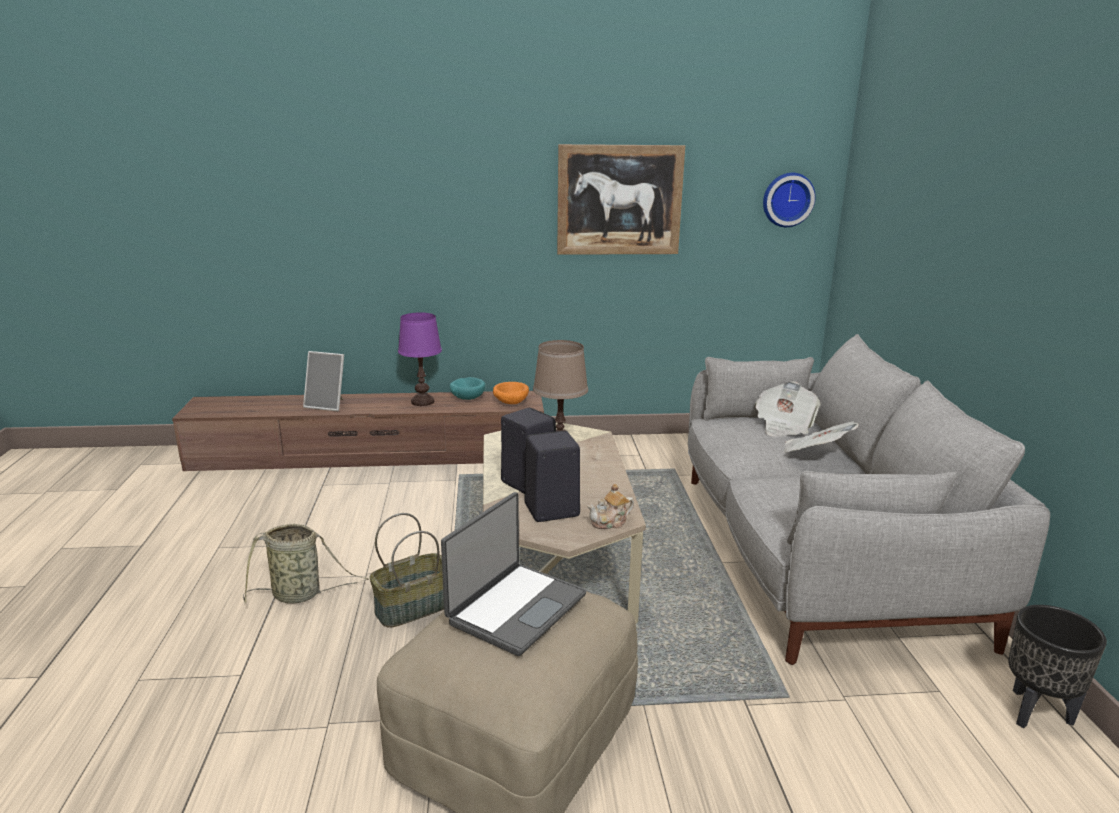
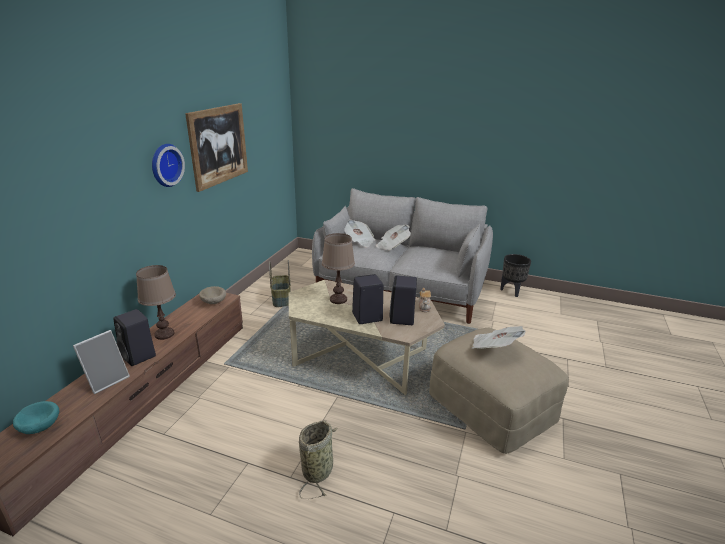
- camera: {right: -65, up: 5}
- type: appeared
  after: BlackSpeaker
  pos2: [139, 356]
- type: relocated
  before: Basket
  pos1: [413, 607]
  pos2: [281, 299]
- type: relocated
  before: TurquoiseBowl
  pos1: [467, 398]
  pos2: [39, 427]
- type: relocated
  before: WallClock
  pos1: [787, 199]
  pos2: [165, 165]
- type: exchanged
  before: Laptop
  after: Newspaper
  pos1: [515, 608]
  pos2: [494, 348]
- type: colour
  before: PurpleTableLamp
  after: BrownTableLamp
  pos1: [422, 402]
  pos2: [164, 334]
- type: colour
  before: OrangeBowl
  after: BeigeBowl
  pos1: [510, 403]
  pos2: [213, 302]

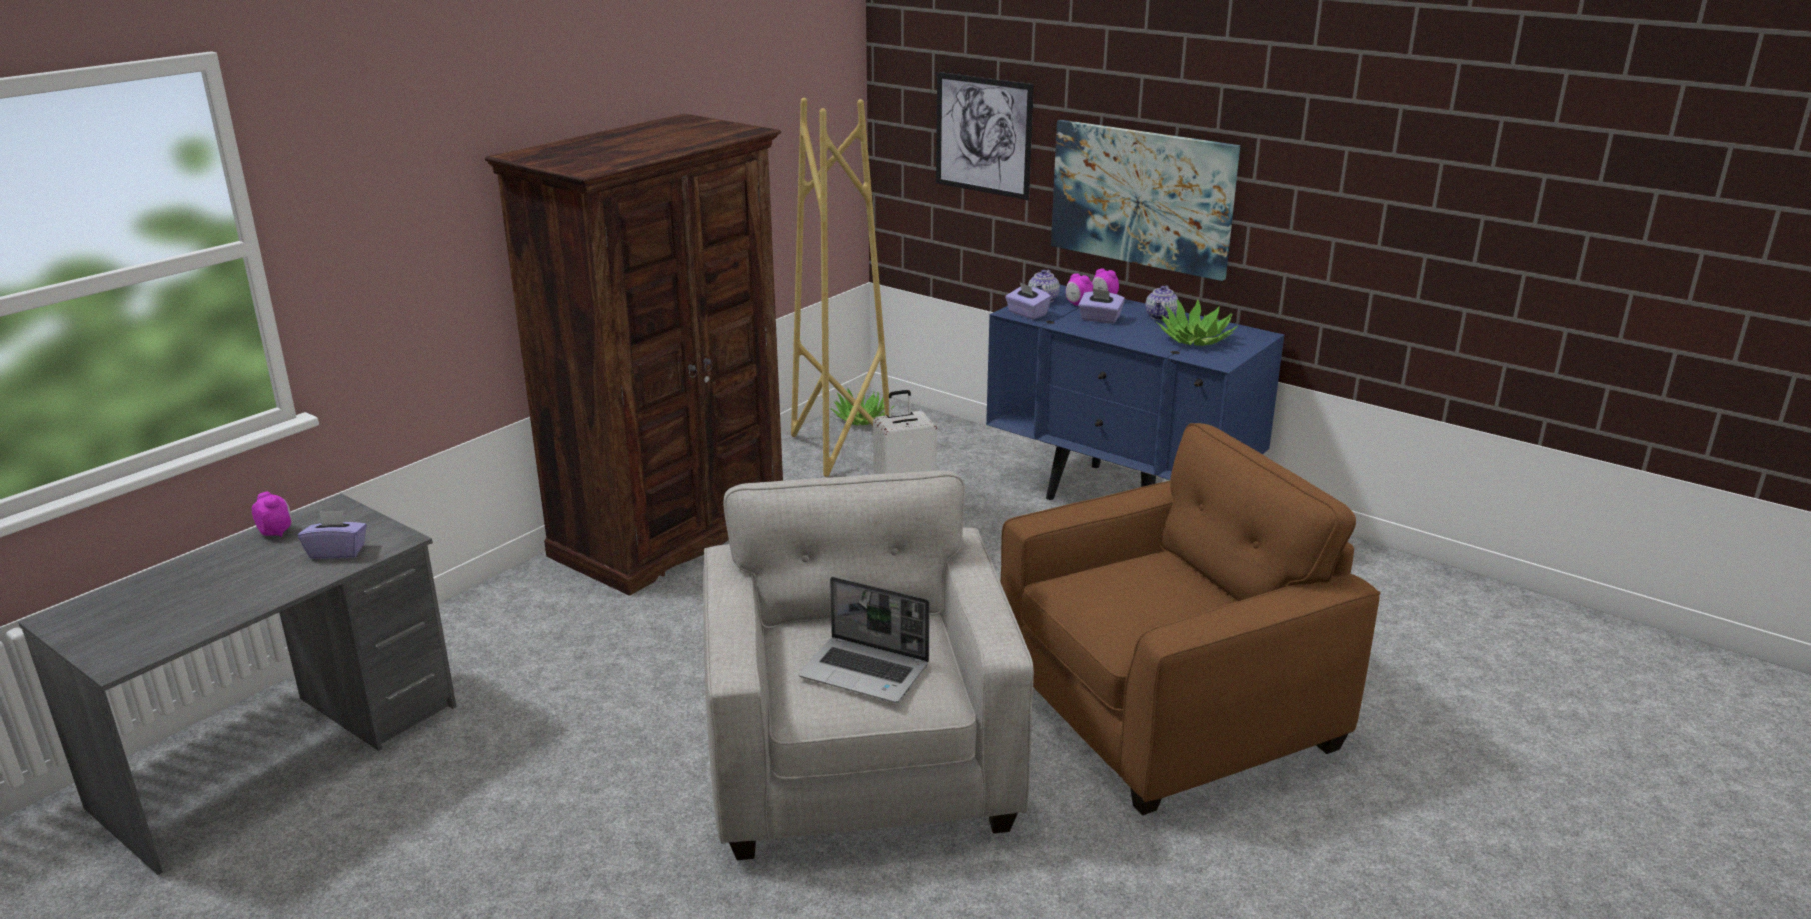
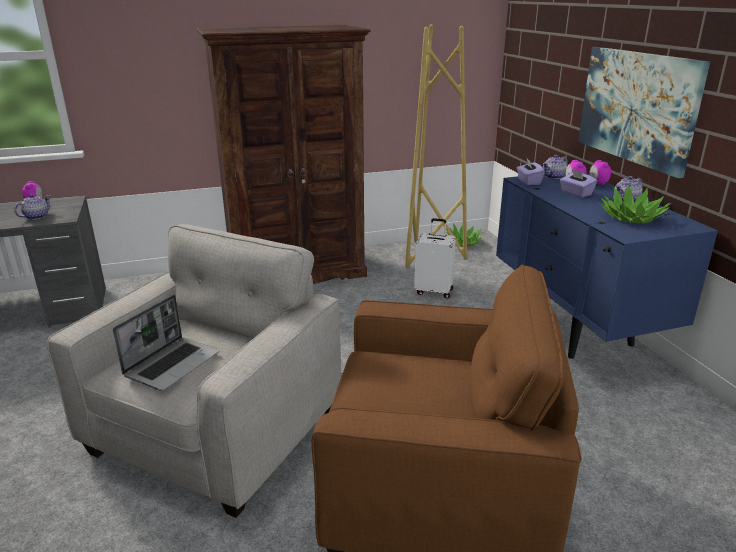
- camera: {right: 35, up: 0}
- type: missing
  before: Picture
  pos1: [983, 135]
- type: exchanged
  before: PurpleTissueBox
  after: Teapot
  pos1: [337, 552]
  pos2: [36, 216]
- type: spun
  before: Laptop
  pos1: [866, 672]
  pos2: [172, 364]
  turn: -120

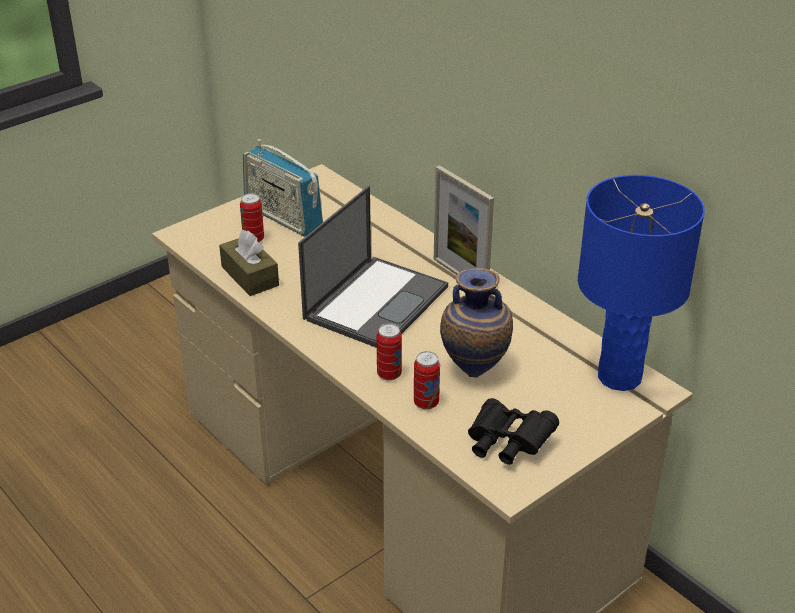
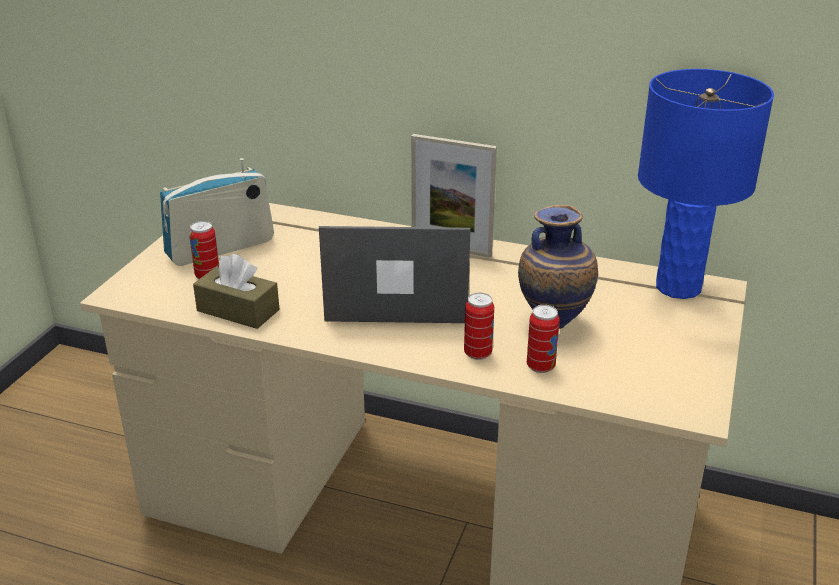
- camera: {right: -30, up: -5}
- type: missing
  before: BlackBinoculars
  pos1: [507, 444]
- type: spun
  before: Radio
  pos1: [283, 217]
  pos2: [220, 248]
  turn: 135
- type: spun
  before: Laptop
  pos1: [376, 301]
  pos2: [396, 294]
  turn: -90

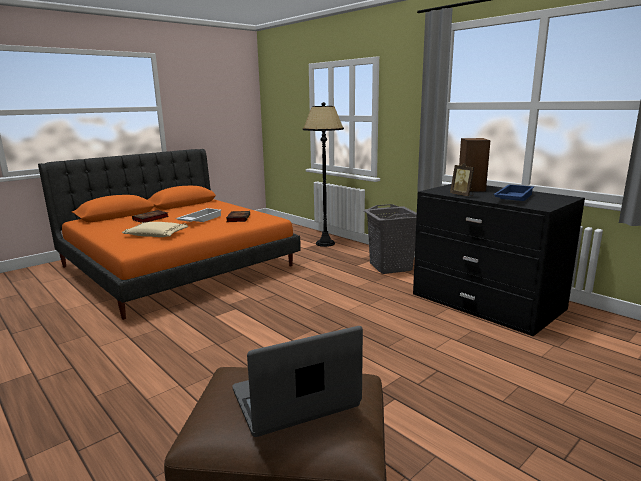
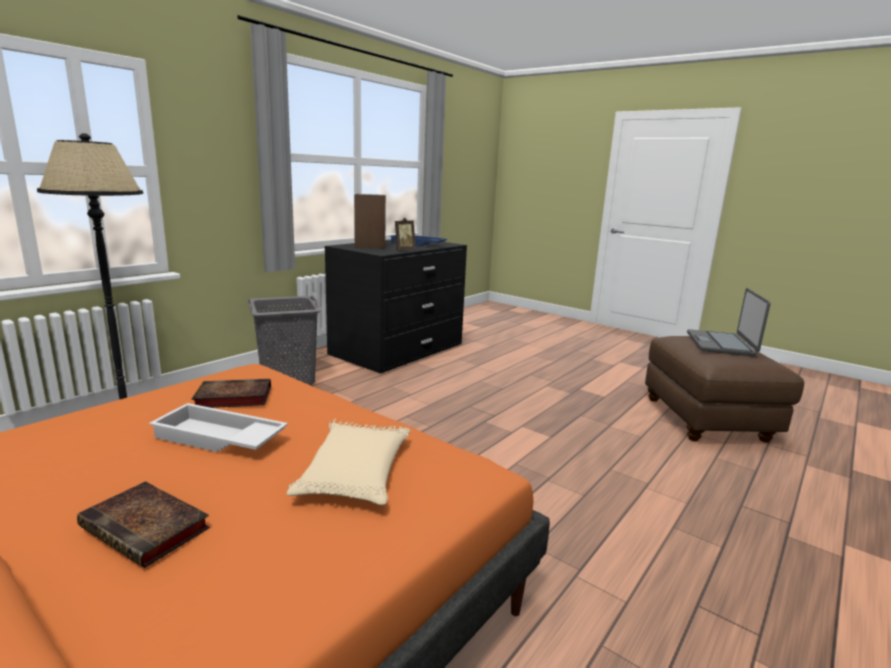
- camera: {right: -100, up: 0}
- type: spun
  before: Laptop
  pos1: [295, 400]
  pos2: [721, 344]
  turn: 45

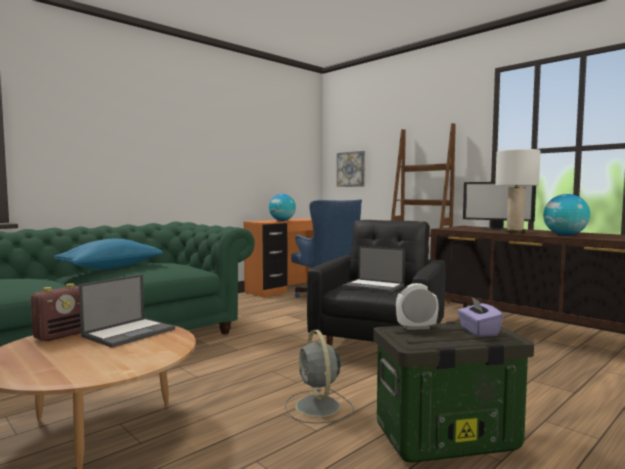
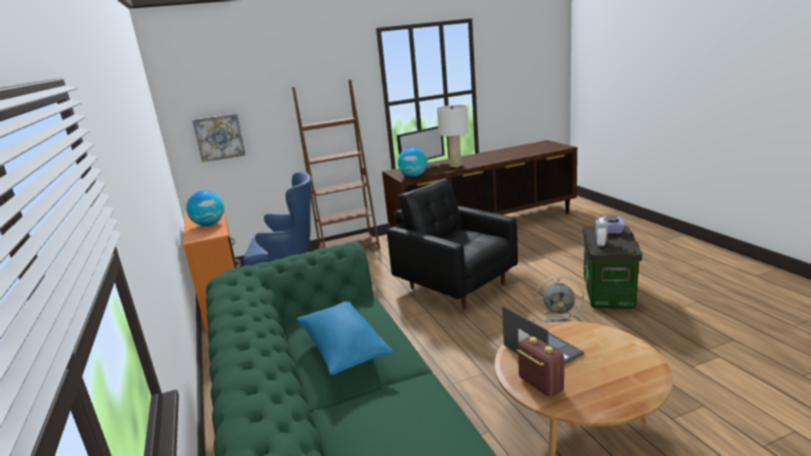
- camera: {right: -65, up: 15}
- type: missing
  before: Laptop
  pos1: [374, 286]
- type: relocated
  before: Globe
  pos1: [565, 235]
  pos2: [413, 176]

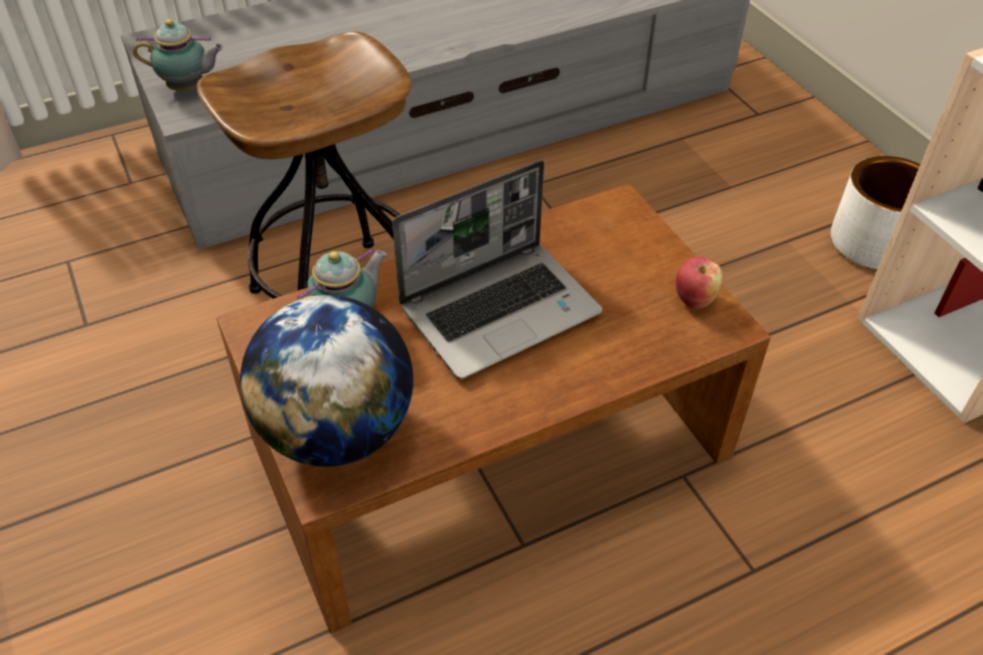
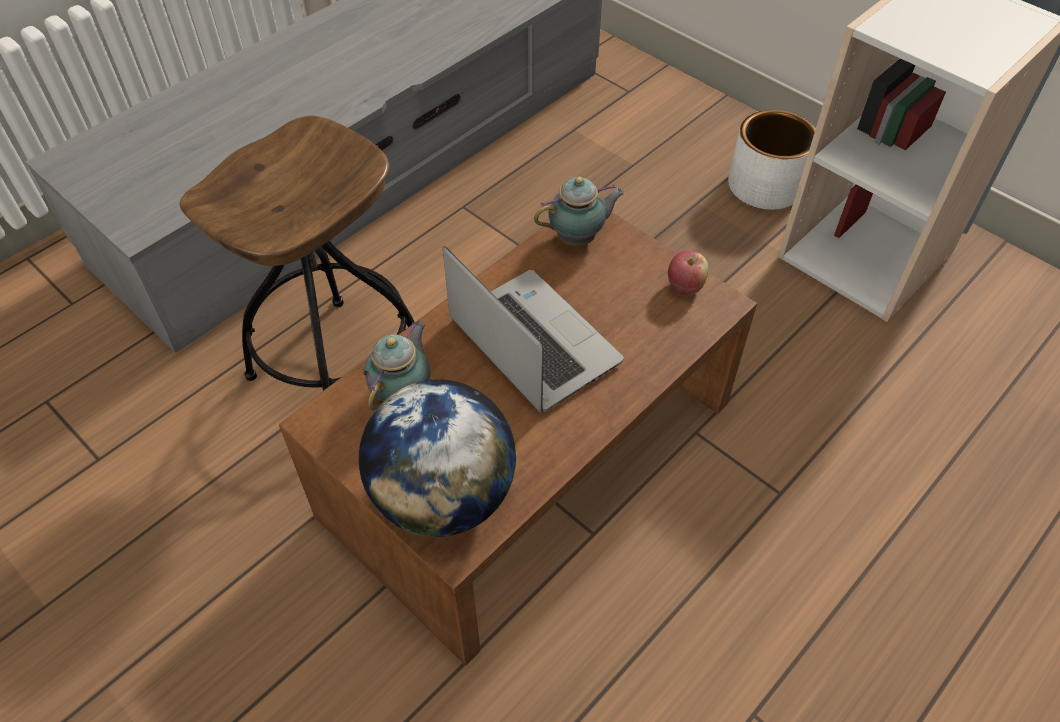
- camera: {right: -20, up: 5}
- type: relocated
  before: Teapot
  pos1: [189, 88]
  pos2: [579, 238]
- type: spun
  before: Laptop
  pos1: [501, 309]
  pos2: [531, 342]
  turn: -75

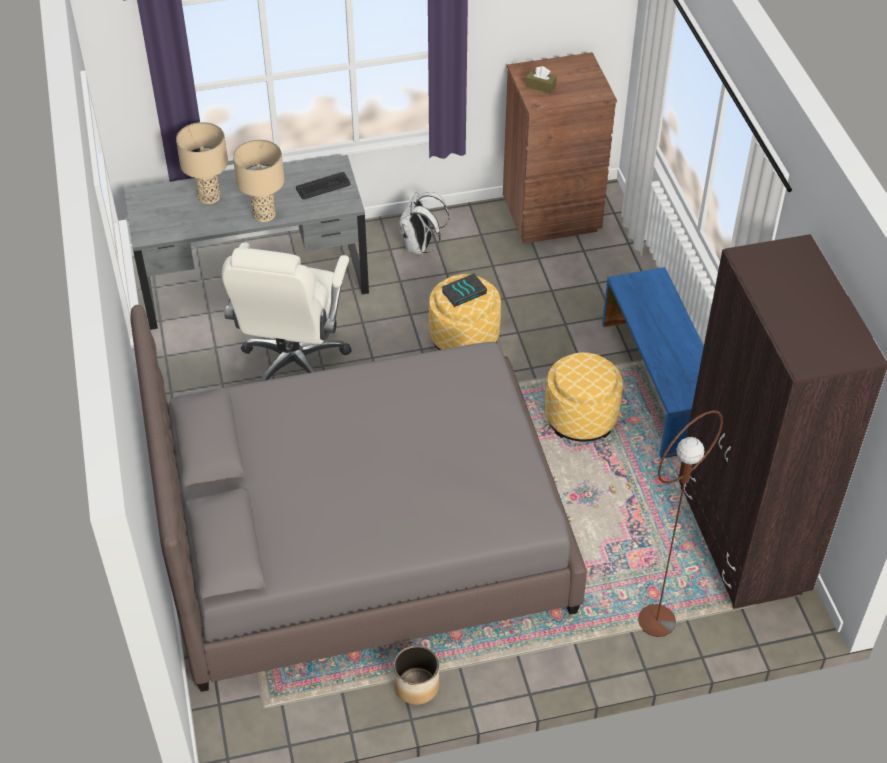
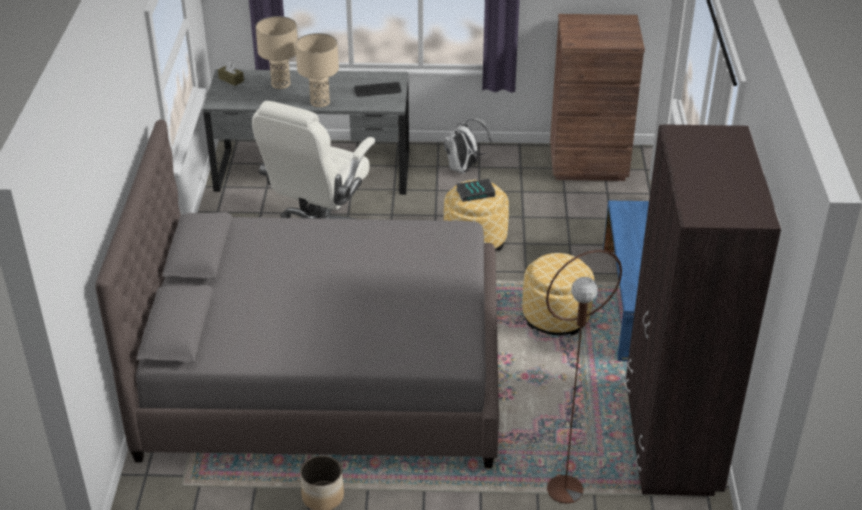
- camera: {right: 15, up: -10}
- type: relocated
  before: BrownTissueBox
  pos1: [540, 86]
  pos2: [231, 80]

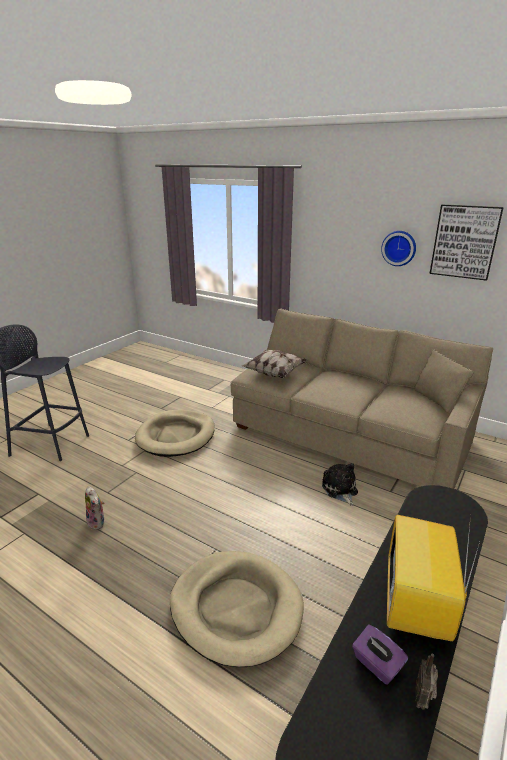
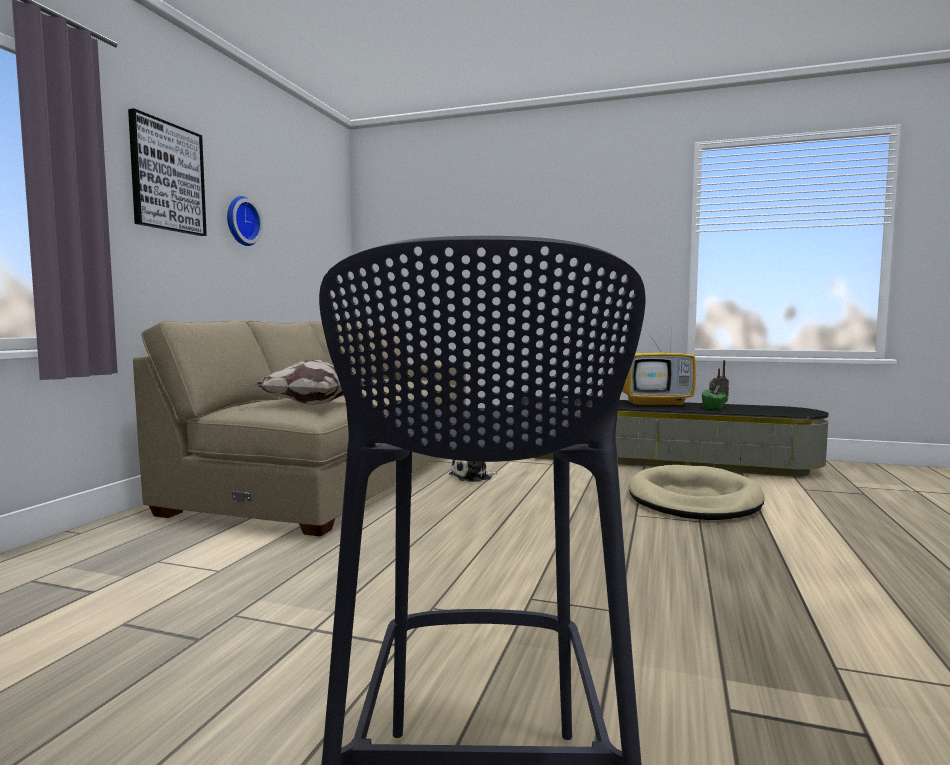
- camera: {right: -105, up: -20}
- type: missing
  before: PlushToy
  pos1: [98, 522]
- type: missing
  before: BeigeDogBed
  pos1: [176, 436]
- type: relocated
  before: Picture
  pos1: [464, 242]
  pos2: [167, 177]
- type: colour
  before: PurpleTissueBox
  after: GreenTissueBox
  pos1: [377, 664]
  pos2: [714, 408]

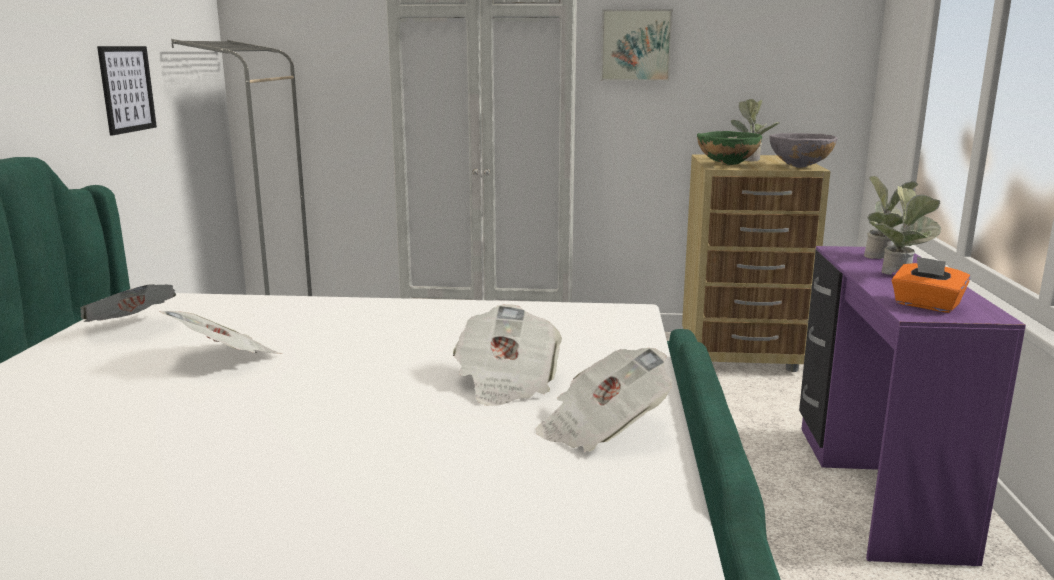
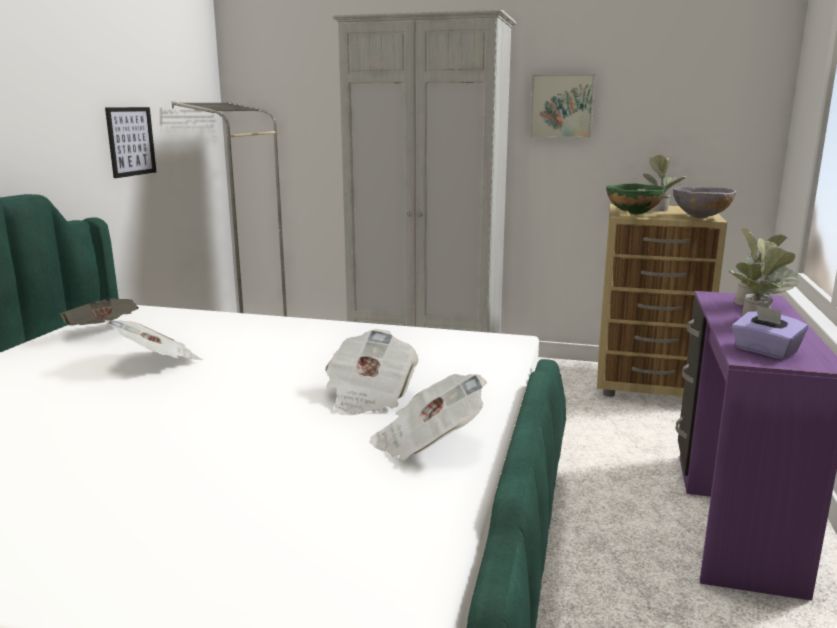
- camera: {right: 10, up: 0}
- type: colour
  before: OrangeTissueBox
  after: PurpleTissueBox
  pos1: [926, 305]
  pos2: [765, 351]

